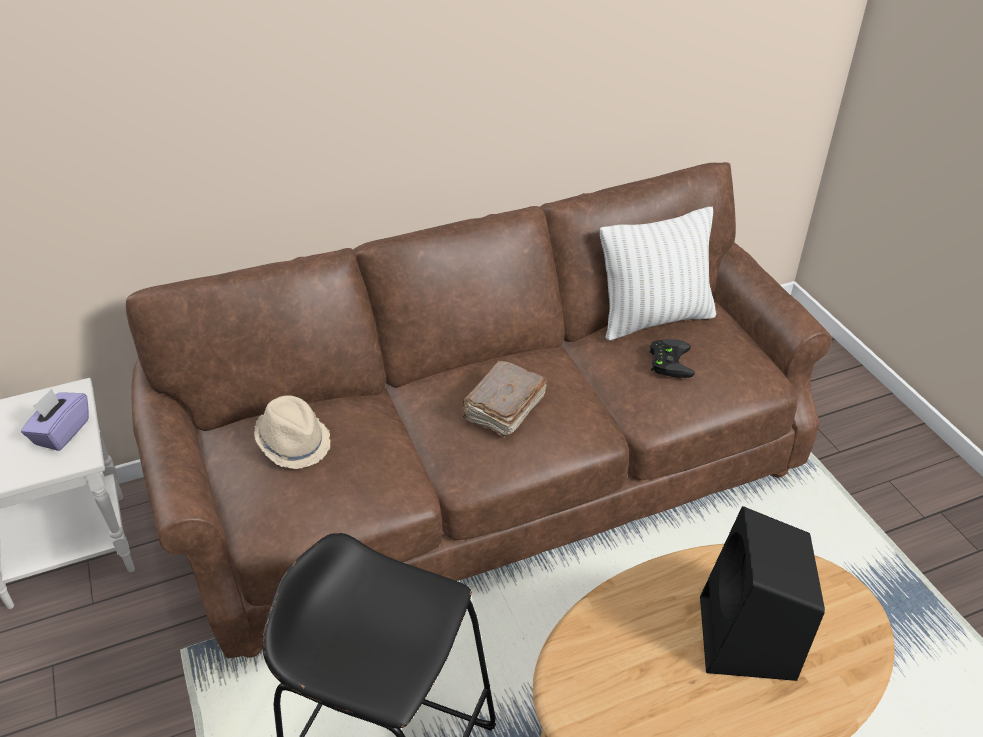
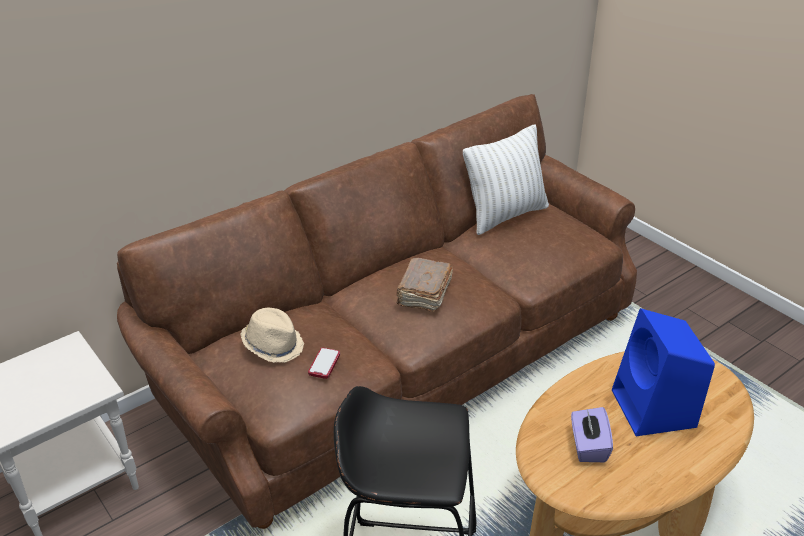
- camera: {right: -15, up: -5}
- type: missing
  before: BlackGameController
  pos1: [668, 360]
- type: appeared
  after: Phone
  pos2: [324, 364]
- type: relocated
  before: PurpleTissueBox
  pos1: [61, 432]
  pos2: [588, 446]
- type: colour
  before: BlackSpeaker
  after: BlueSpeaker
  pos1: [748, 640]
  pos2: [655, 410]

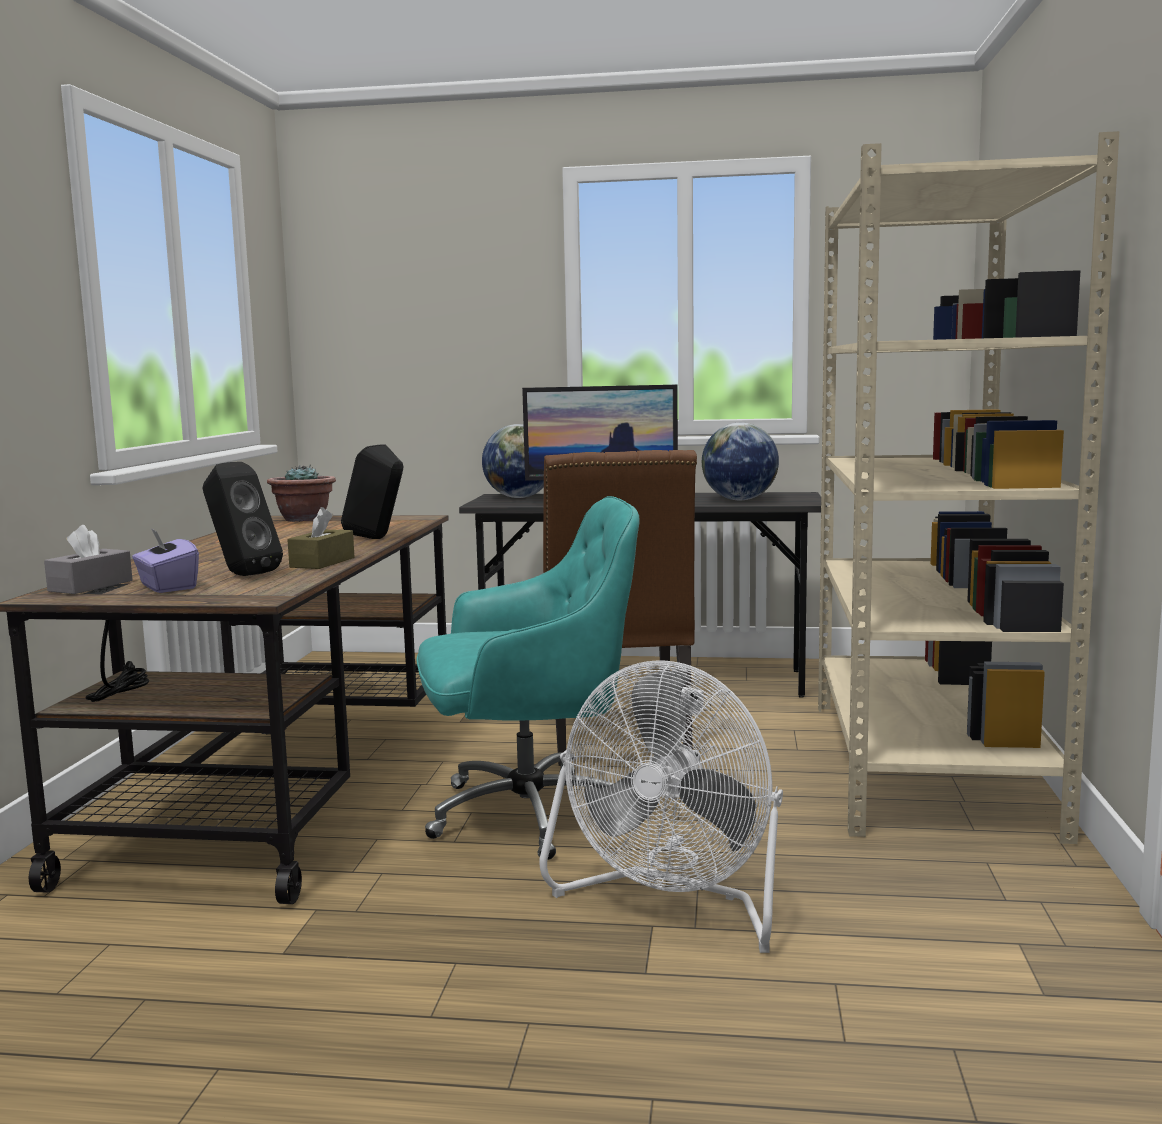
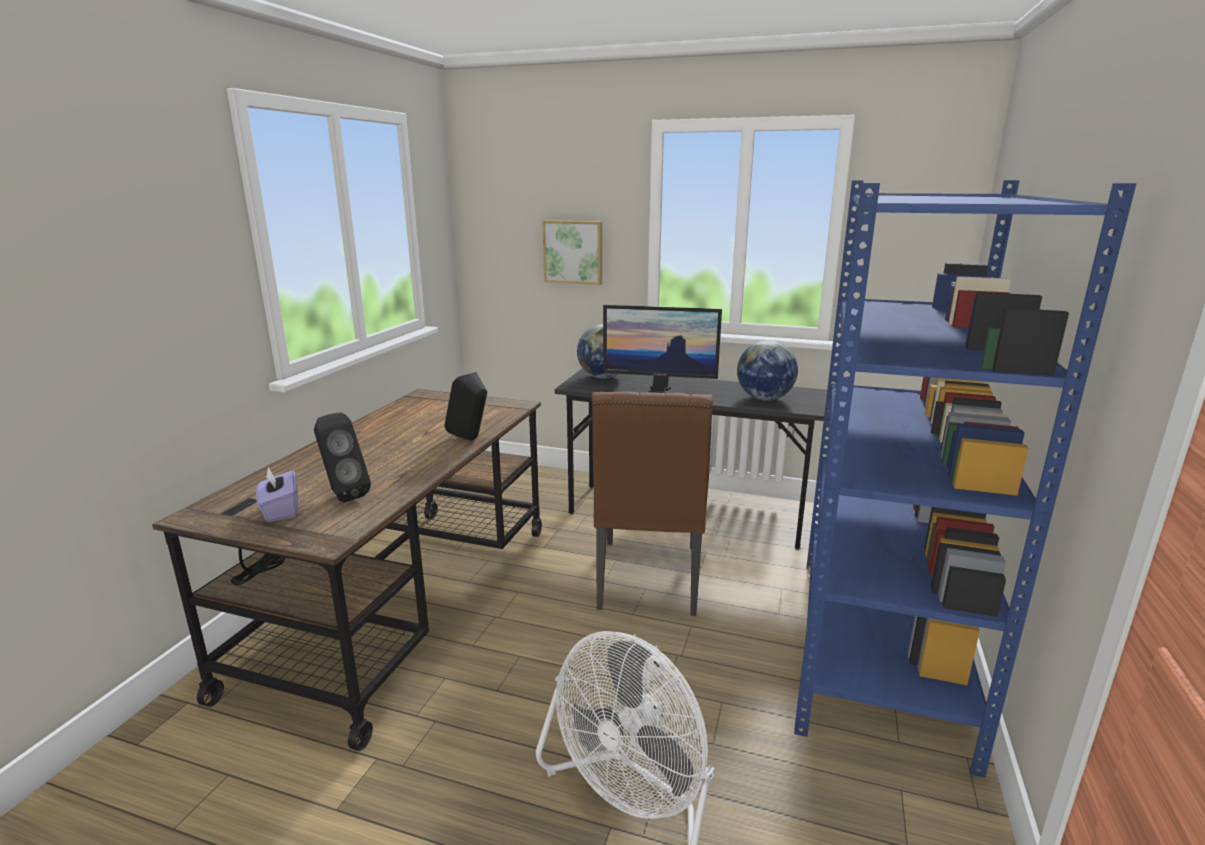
- camera: {right: 10, up: 10}
- type: missing
  before: GreyTissueBox
  pos1: [90, 586]
- type: missing
  before: PottedPlant
  pos1: [304, 519]
- type: missing
  before: BrownTissueBox
  pos1: [322, 562]
- type: missing
  before: TurquoiseOfficeChair
  pos1: [529, 814]
- type: appeared
  after: Picture
  pos2: [573, 252]
- type: colour
  before: BeigeBookcase
  after: BlueBookcase
  pos1: [925, 765]
  pos2: [876, 648]

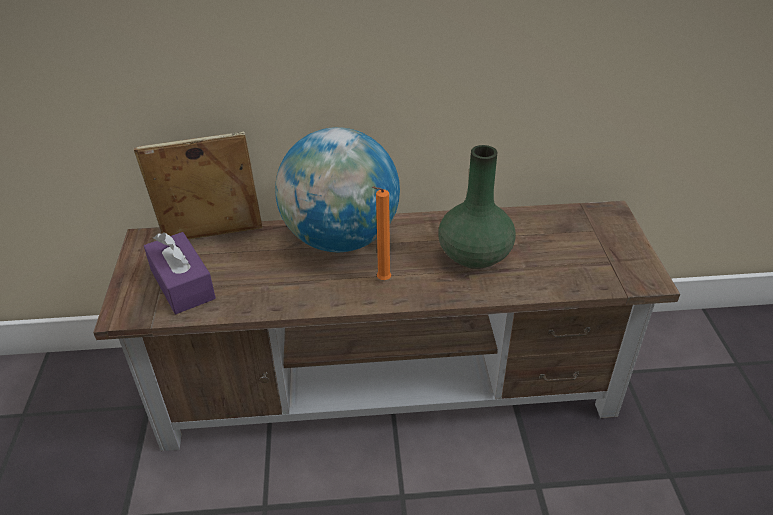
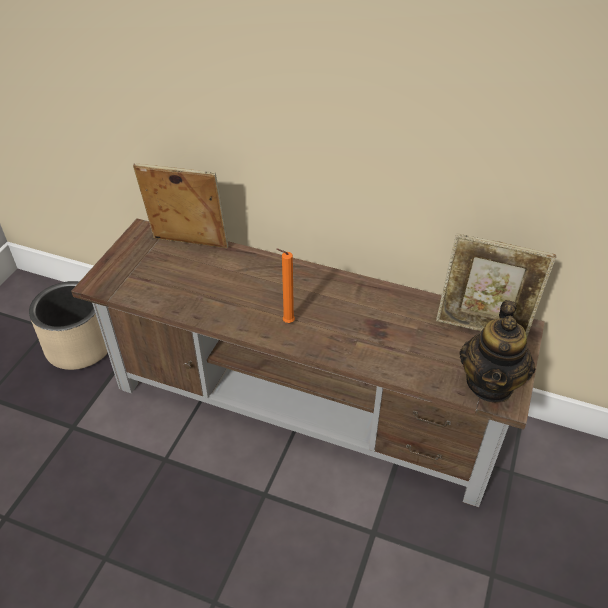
- camera: {right: 25, up: 5}
- type: missing
  before: PurpleTissueBox
  pos1: [182, 284]
- type: missing
  before: Globe
  pos1: [341, 239]
- type: missing
  before: GreenVase
  pos1: [473, 255]
- type: appeared
  after: BeigePlanter
  pos2: [80, 346]
- type: appeared
  after: PictureFrame
  pos2: [481, 328]
- type: appeared
  after: Teapot
  pos2: [490, 383]

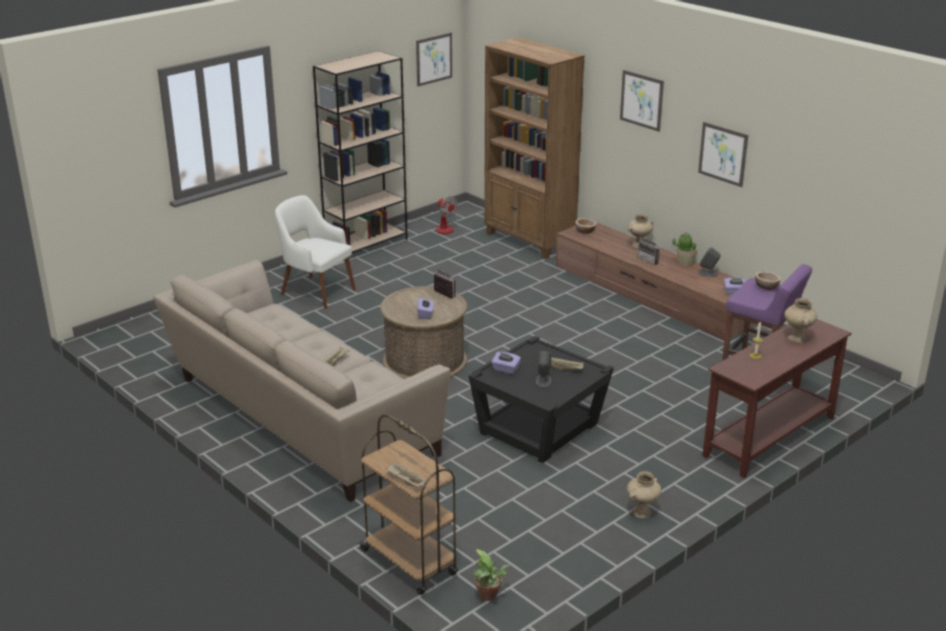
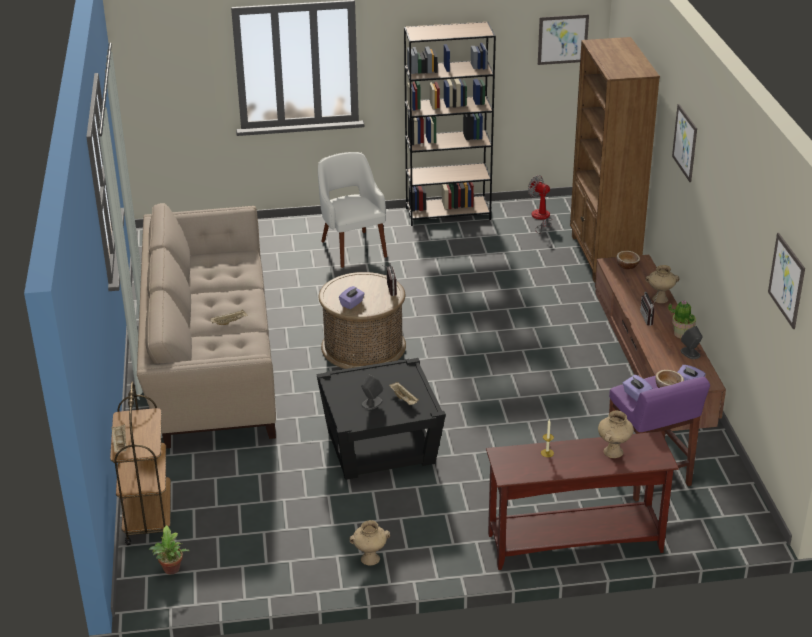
- camera: {right: 35, up: 5}
- type: relocated
  before: PurpleTissueBox
  pos1: [505, 369]
  pos2: [636, 395]
- type: relocated
  before: Picture
  pos1: [723, 154]
  pos2: [786, 280]
- type: spun
  before: Fan
  pos1: [446, 228]
  pos2: [540, 218]
  turn: 135

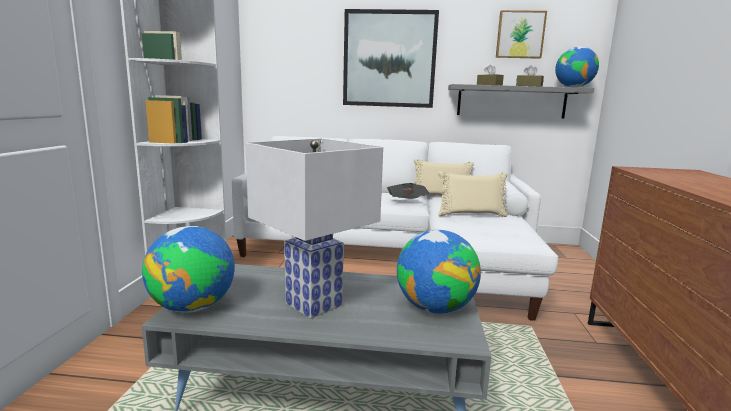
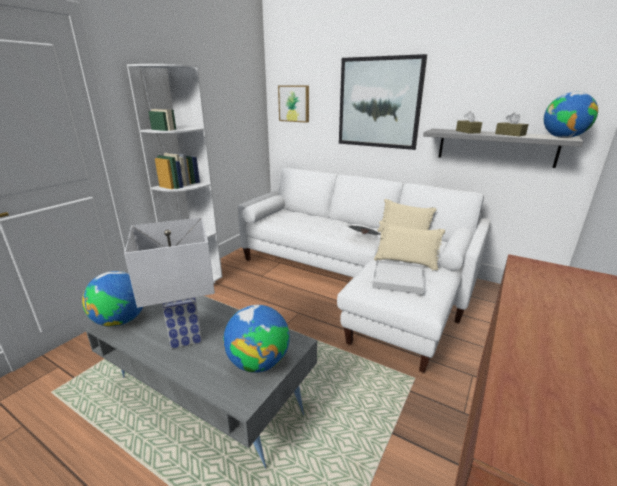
- camera: {right: 25, up: 10}
- type: appeared
  after: WhiteTray
  pos2: [398, 279]
- type: relocated
  before: Picture
  pos1: [520, 35]
  pos2: [294, 103]

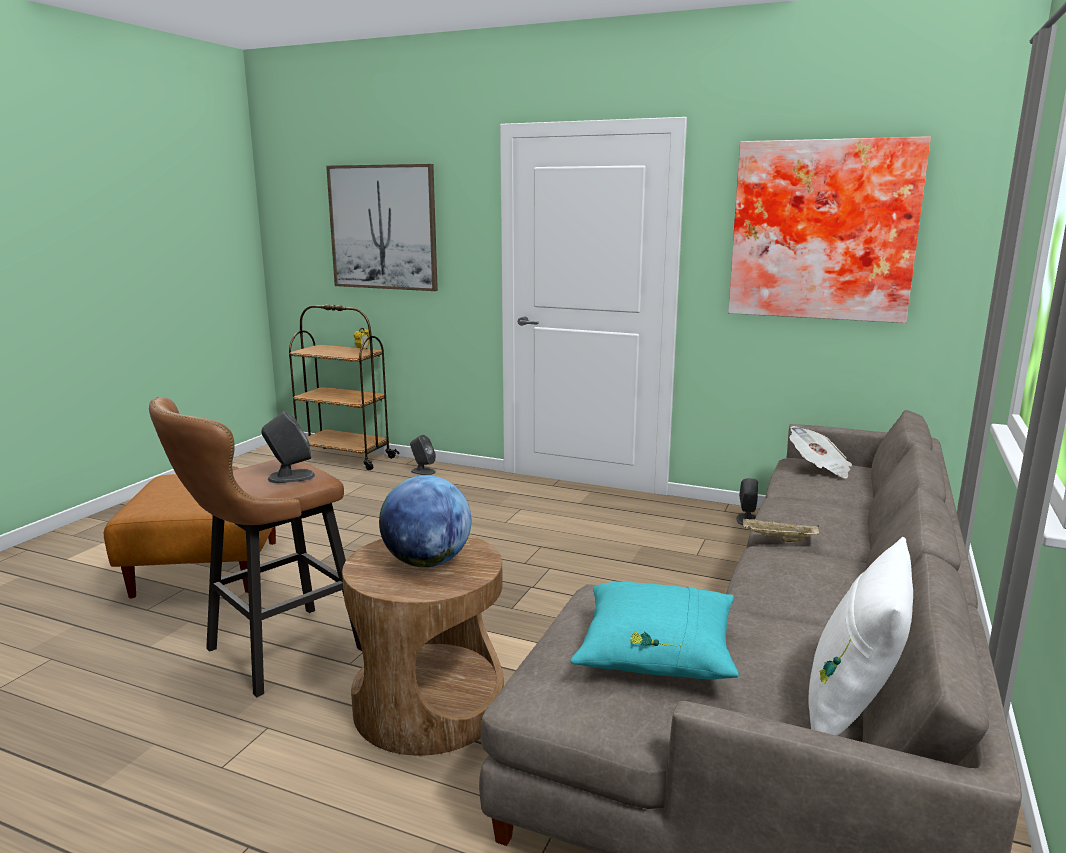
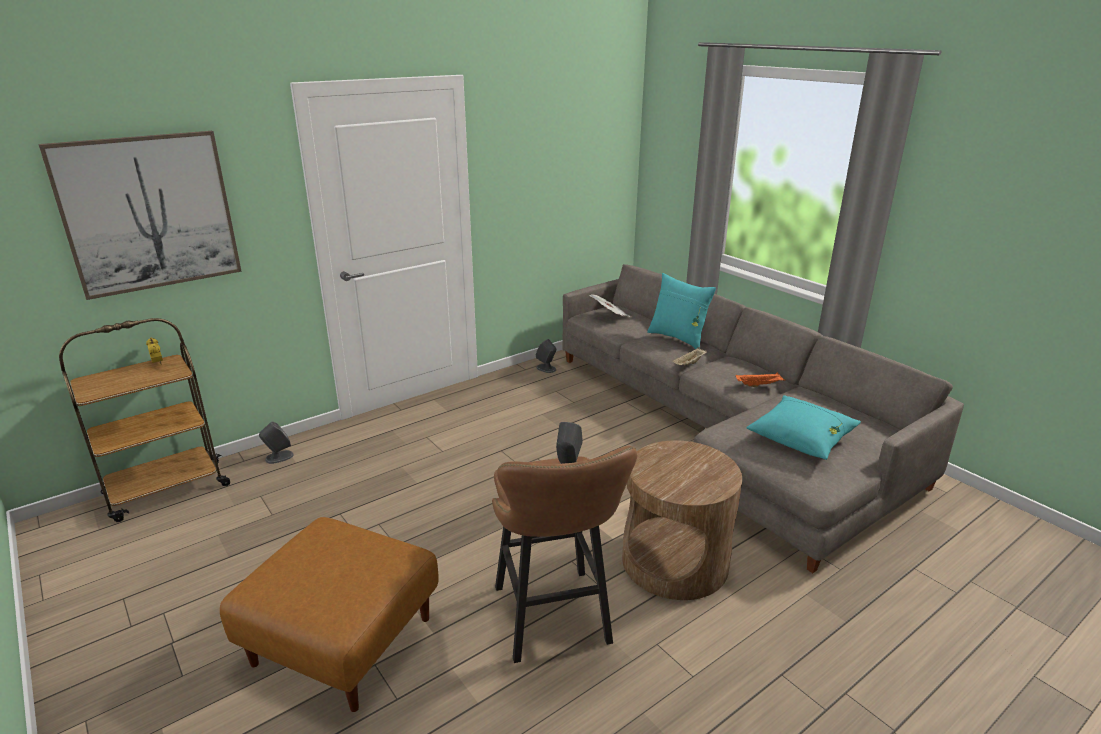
- camera: {right: -60, up: 10}
- type: missing
  before: Globe
  pos1: [427, 562]
- type: missing
  before: Picture
  pos1: [823, 230]
- type: missing
  before: WhitePillow
  pos1: [851, 708]
- type: appeared
  after: TurquoisePillow
  pos2: [677, 339]
- type: appeared
  after: OrangeTray
  pos2: [759, 385]

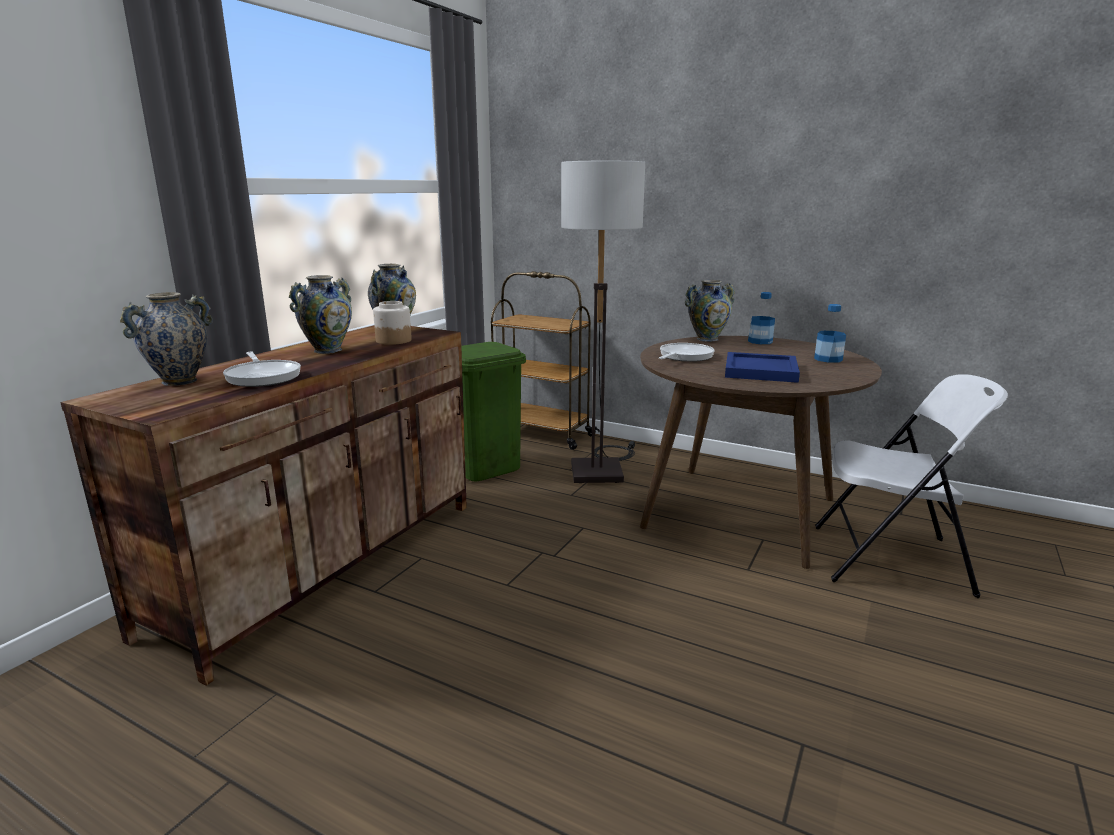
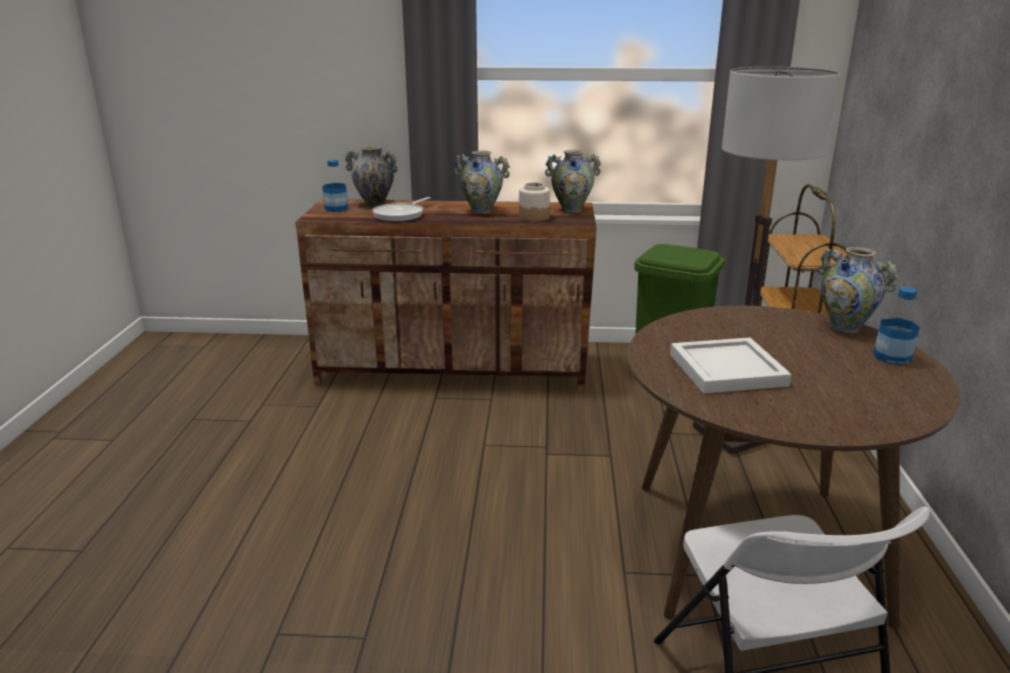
- camera: {right: 65, up: 5}
- type: missing
  before: FryingPan
  pos1: [684, 356]
- type: relocated
  before: Bottle
  pos1: [828, 359]
  pos2: [336, 208]
- type: colour
  before: BlueTray
  after: WhiteTray
  pos1: [761, 370]
  pos2: [729, 370]

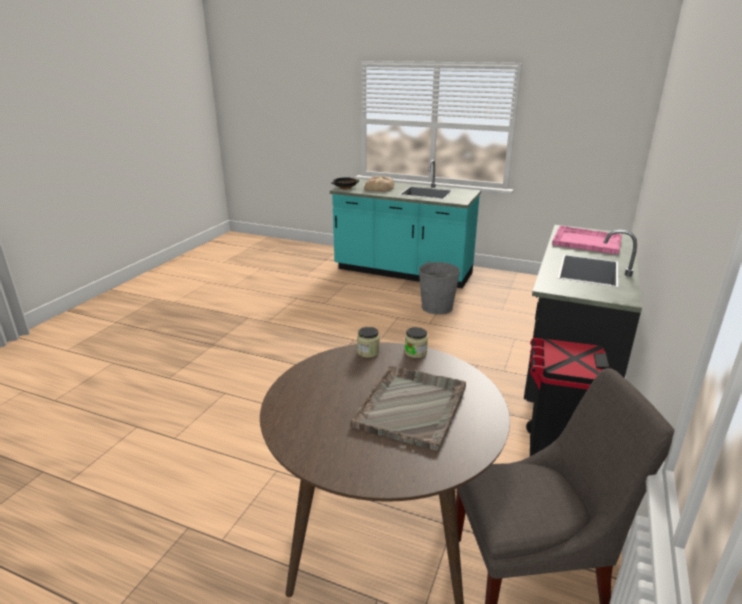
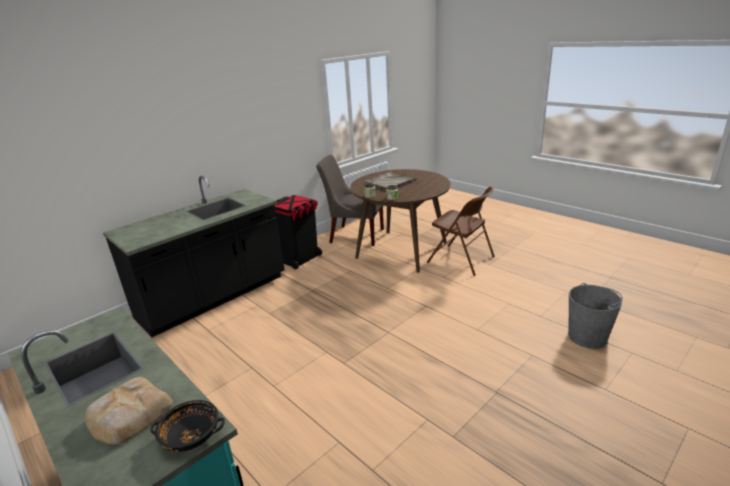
- camera: {right: -155, up: 0}
- type: missing
  before: PinkTray
  pos1: [586, 241]
- type: appeared
  after: BrownChair
  pos2: [460, 260]
- type: relocated
  before: GreyBucket
  pos1: [436, 307]
  pos2: [588, 337]

